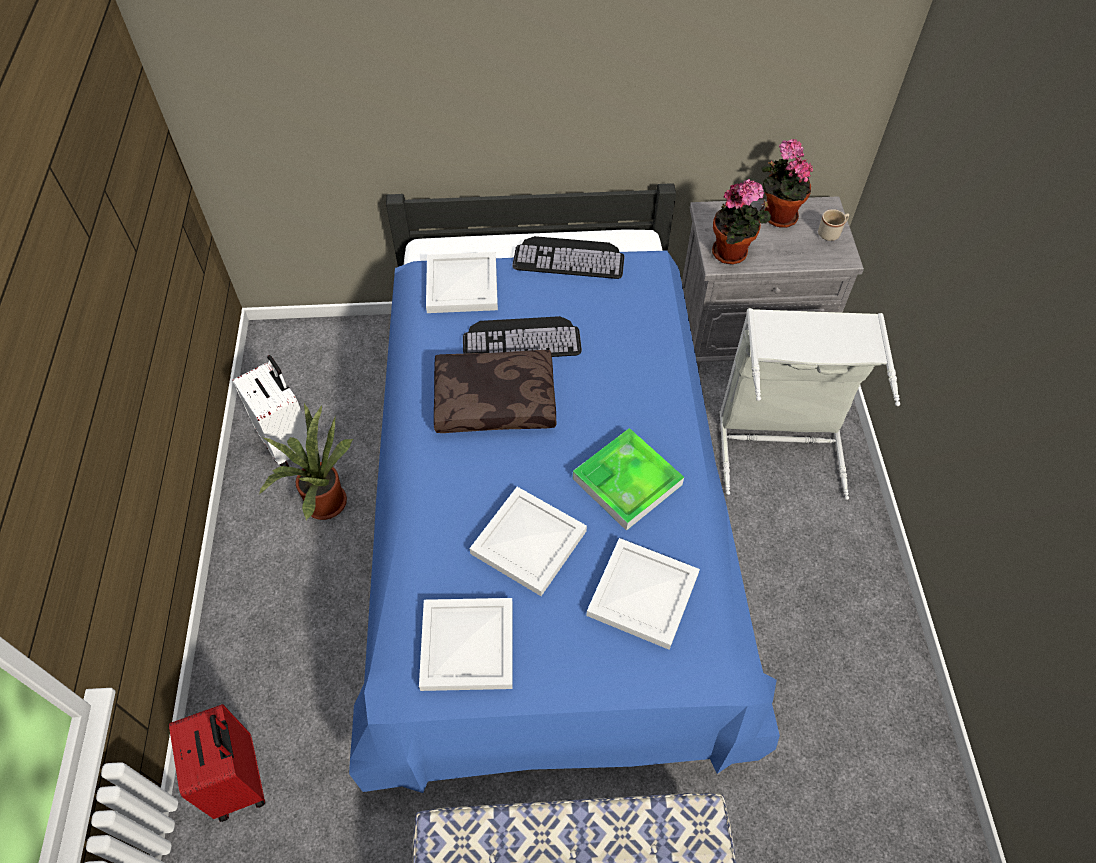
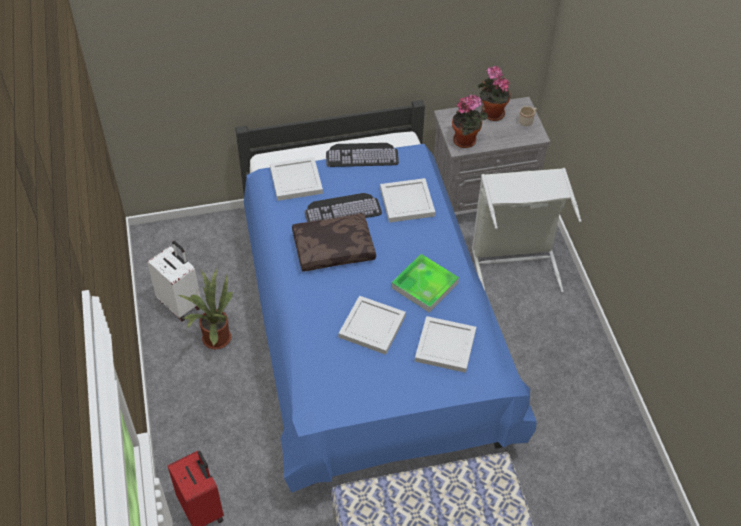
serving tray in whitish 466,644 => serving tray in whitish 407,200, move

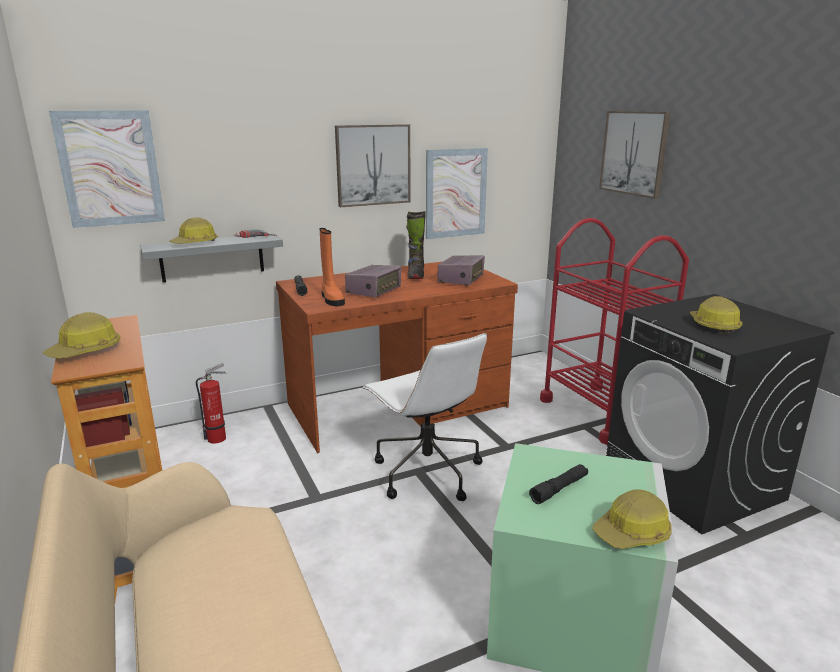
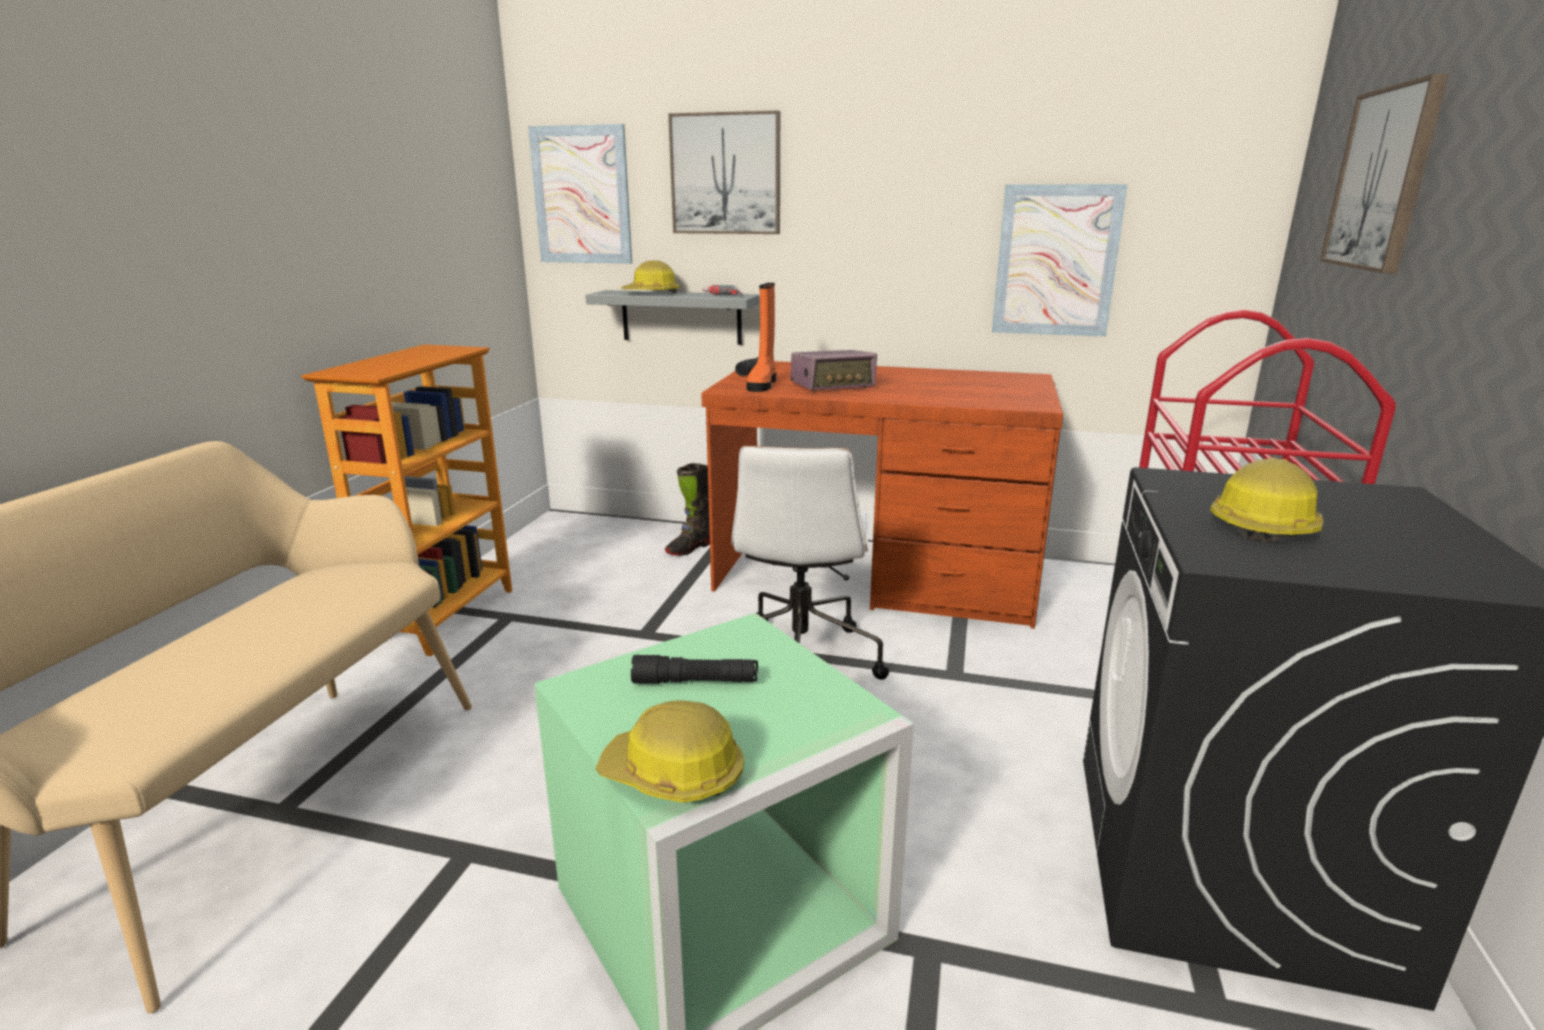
safety helmet 81,335 => nothing
fire-fighting cylinder 211,403 => nothing
radio receiver 461,270 => nothing
picture 373,165 => picture 724,172, move
boot in black-coloured 416,245 => boot in black-coloured 687,509, move

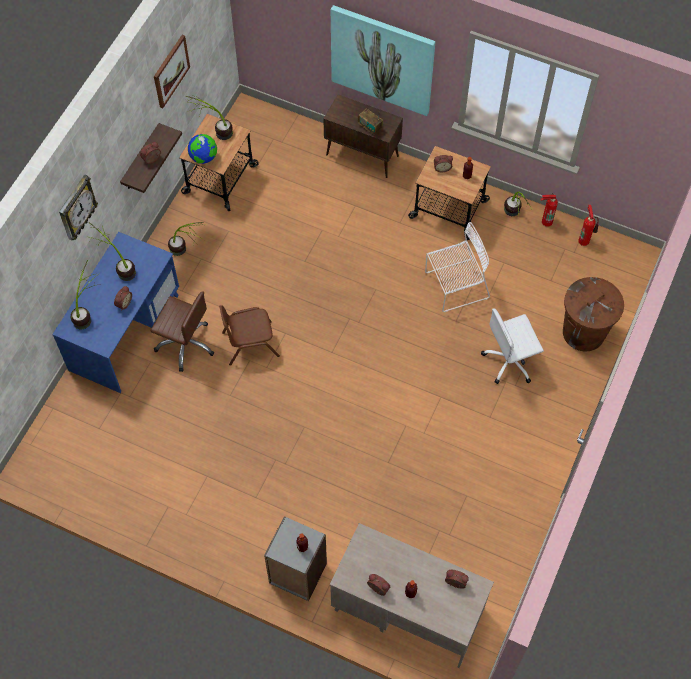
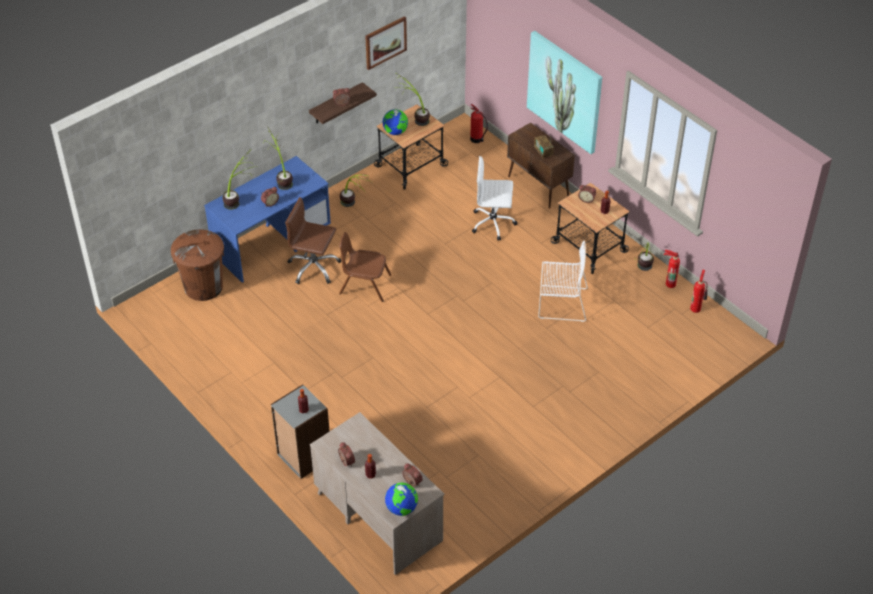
hanging clock 78,207 => nothing
nothing => globe 401,499
nothing => fire-fighting cylinder 479,123
office chair in whitish 512,346 => office chair in whitish 494,198, move
waste bin in brownish 593,314 => waste bin in brownish 197,265, move
office chair in brownish 182,331 => office chair in brownish 313,240, 150 degrees clockwise

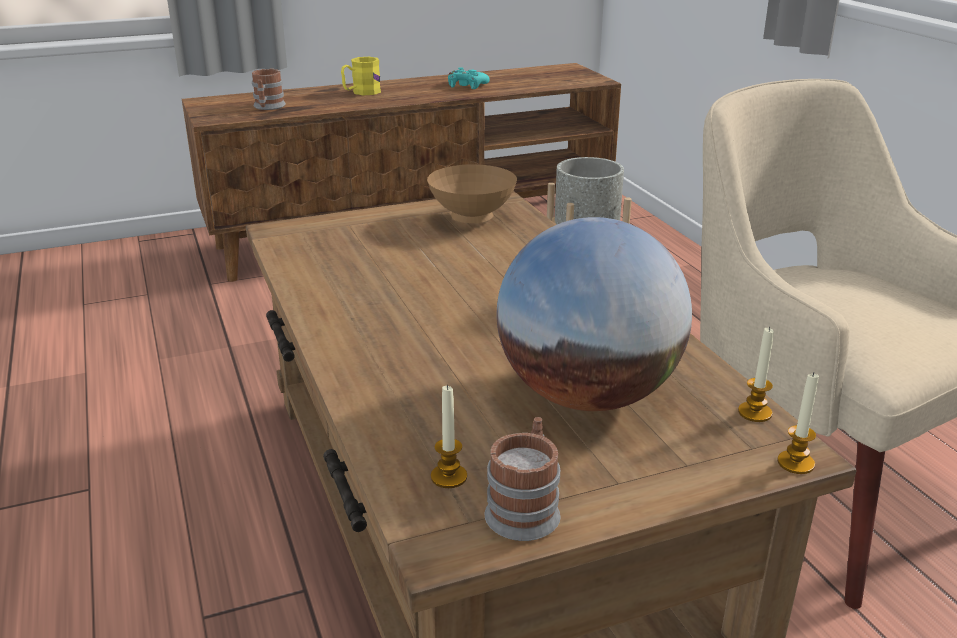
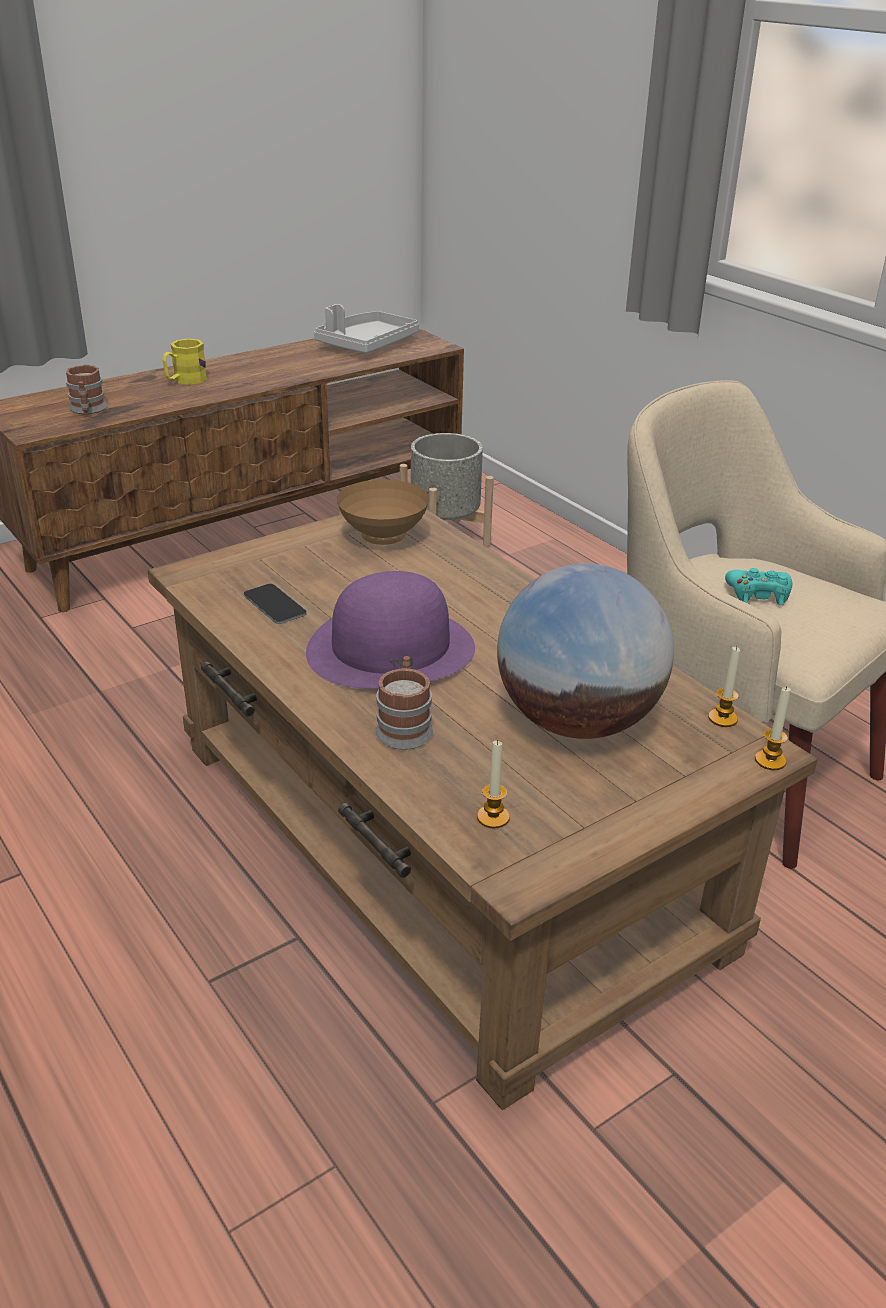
nothing => phone 275,604
nothing => wearable hat in purple-coloured 390,630
nothing => serving tray in gray 366,328
game controller in turquoise 469,78 => game controller in turquoise 758,586, move
tea mug 523,479 => tea mug 404,703, move

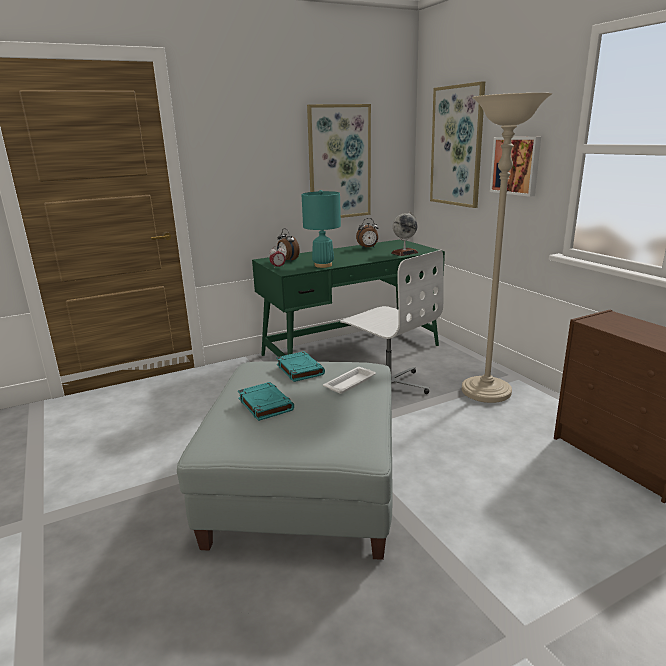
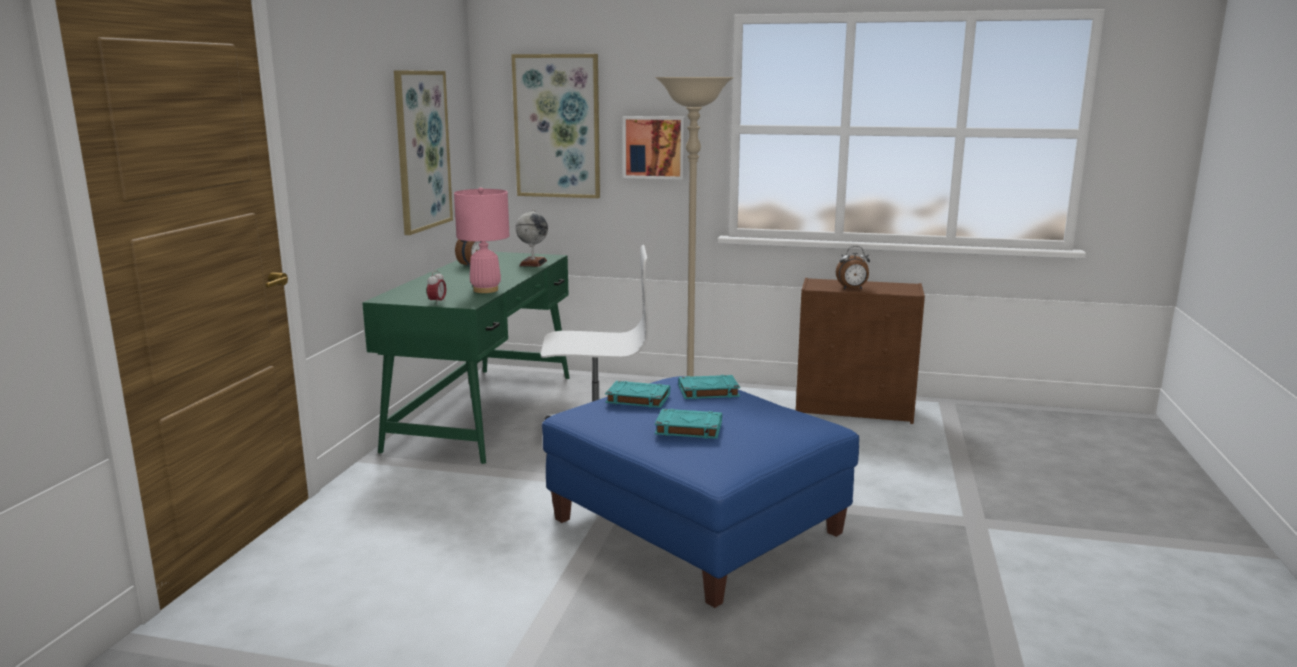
table clock 288,245 => table clock 853,267, move
serving tray in whitish 349,380 => volume in turquoise 709,387
footrest in gray 285,461 => footrest in blue-coloured 700,492
lamp for a table in turquoise 321,229 => lamp for a table in pink 482,240

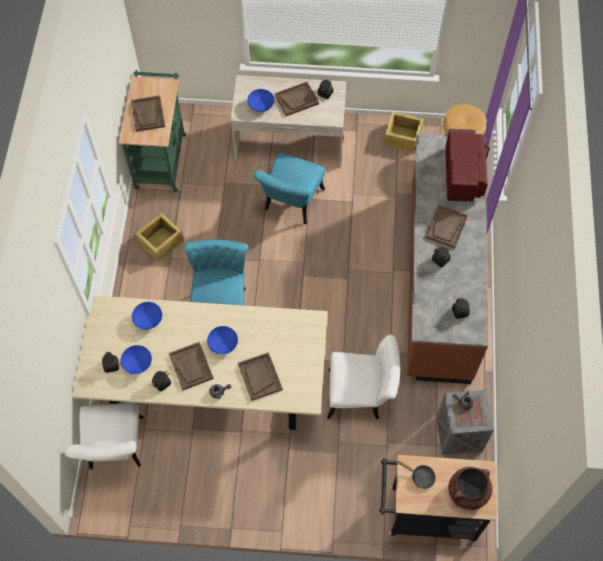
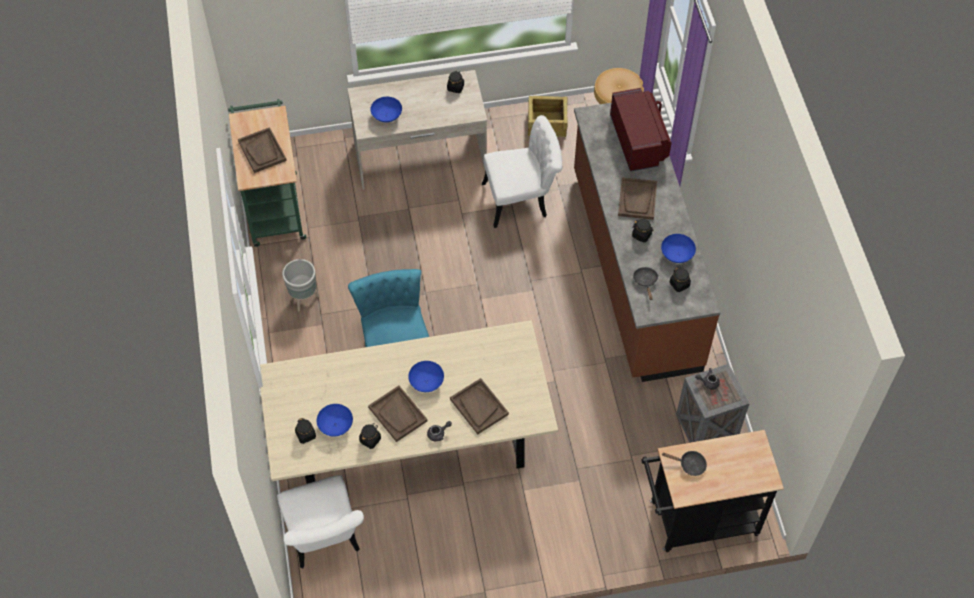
plain chair in turquoise 289,188 => nothing
serving tray in brownish 297,99 => nothing
saucepot in brownish 470,488 => nothing
nothing => frying pan in black-coloured 645,283
bowl in blue-coloured 147,316 => bowl in blue-coloured 678,248, move
plain chair in whitish 363,377 => plain chair in whitish 522,171, move
packing crate 159,237 => planter in gray 300,285

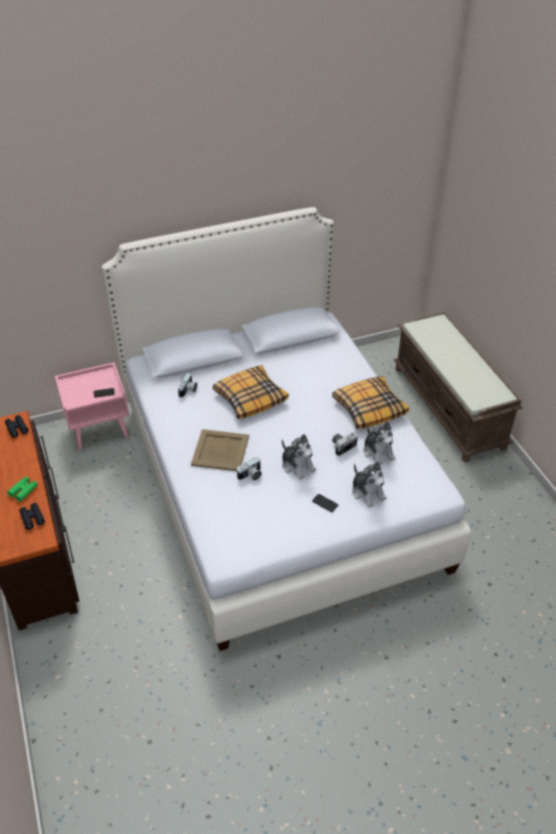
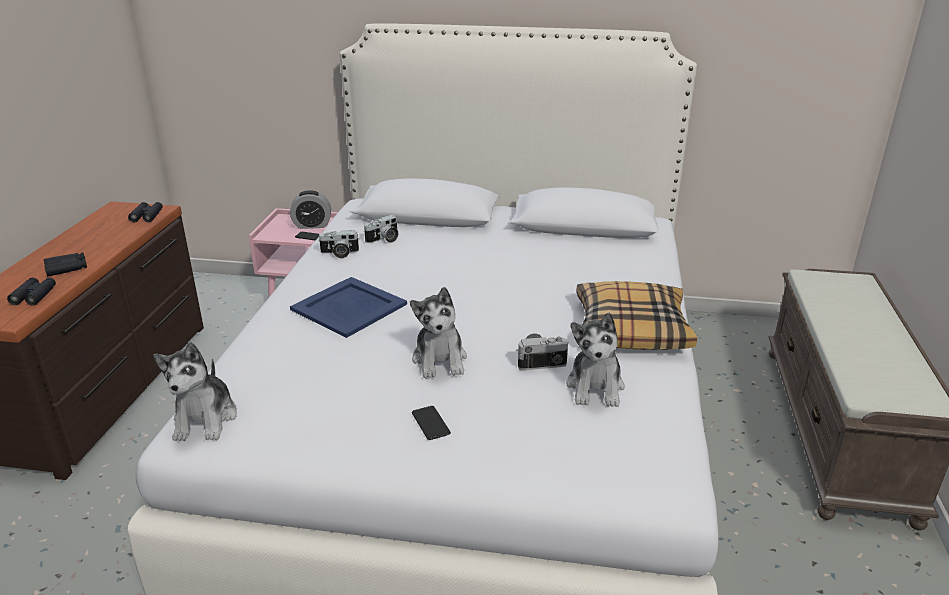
cushion 251,392 => nothing
nothing => table clock 310,209
photo camera 249,468 => photo camera 339,244, move
soft toy 369,484 => soft toy 195,391, move
binoculars in green-coloured 22,489 => binoculars in black-coloured 65,264
serving tray in beige-coloured 220,450 => serving tray in blue-coloured 348,307

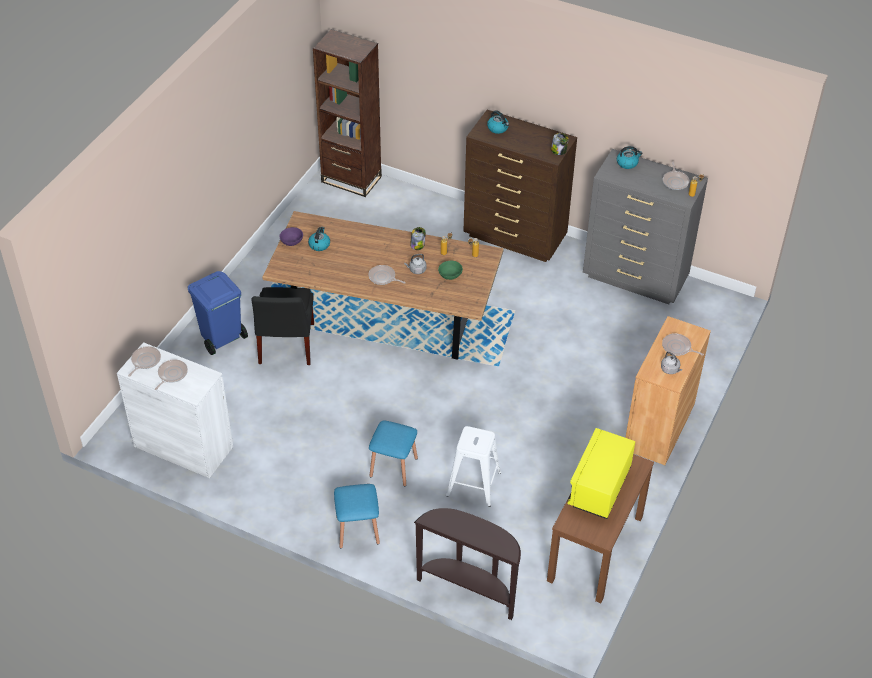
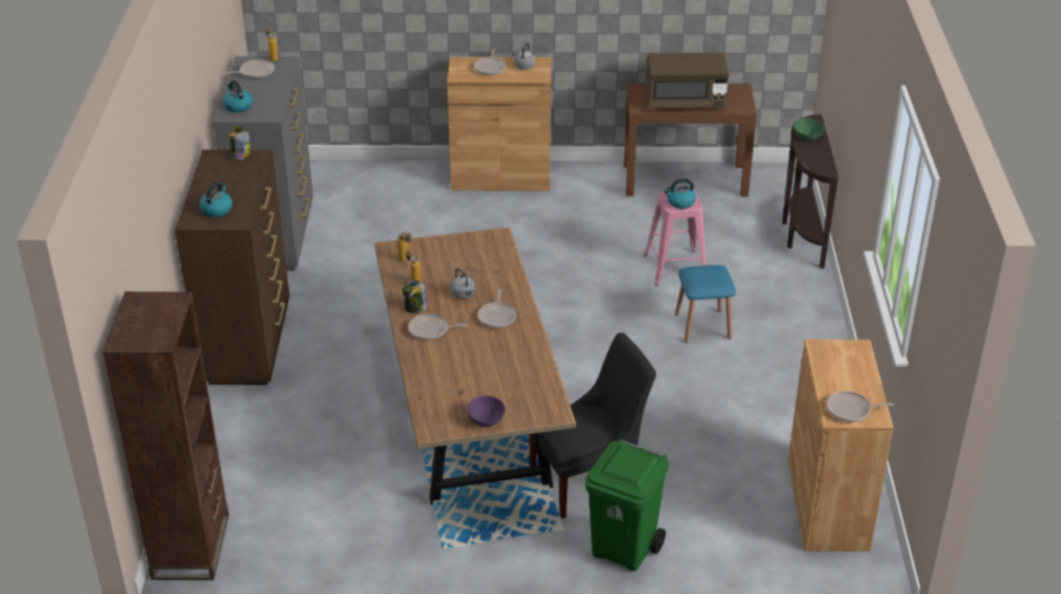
sitting stool in blue-coloured 357,516 => nothing
frying pan 171,374 => frying pan 438,327, move
tea kettle 319,239 => tea kettle 680,194, move
bowl in green-coloured 450,270 => bowl in green-coloured 808,129, move
cabinet in whitish 175,410 => cabinet in brownish 840,445
waste bin in blue-coloured 218,313 => waste bin in green-coloured 627,505
sitting stool in whitish 474,466 => sitting stool in pink 675,238
kitchen microwave in yellow 601,473 => kitchen microwave in brownish 687,81

